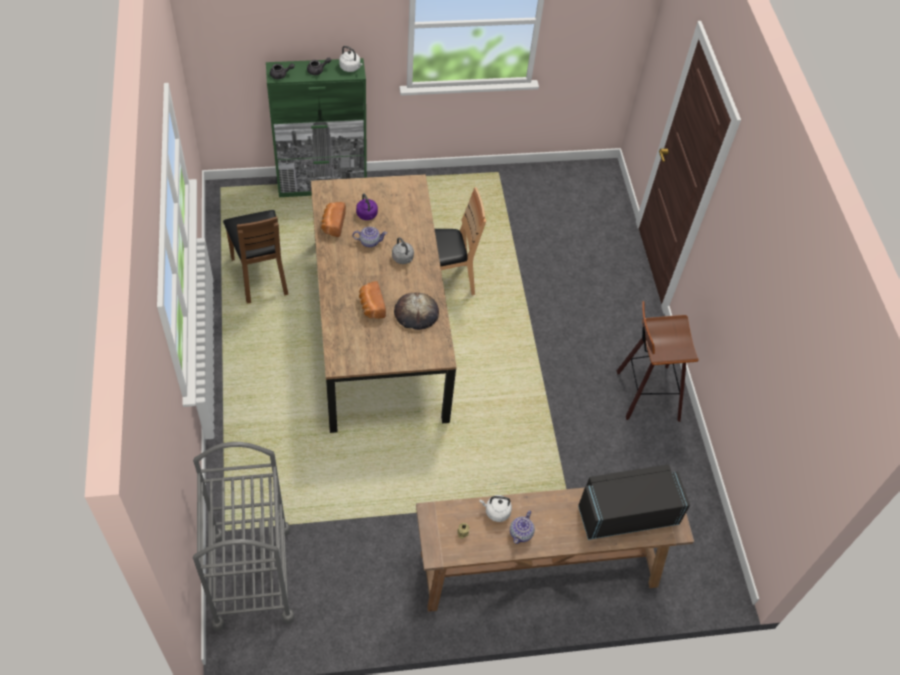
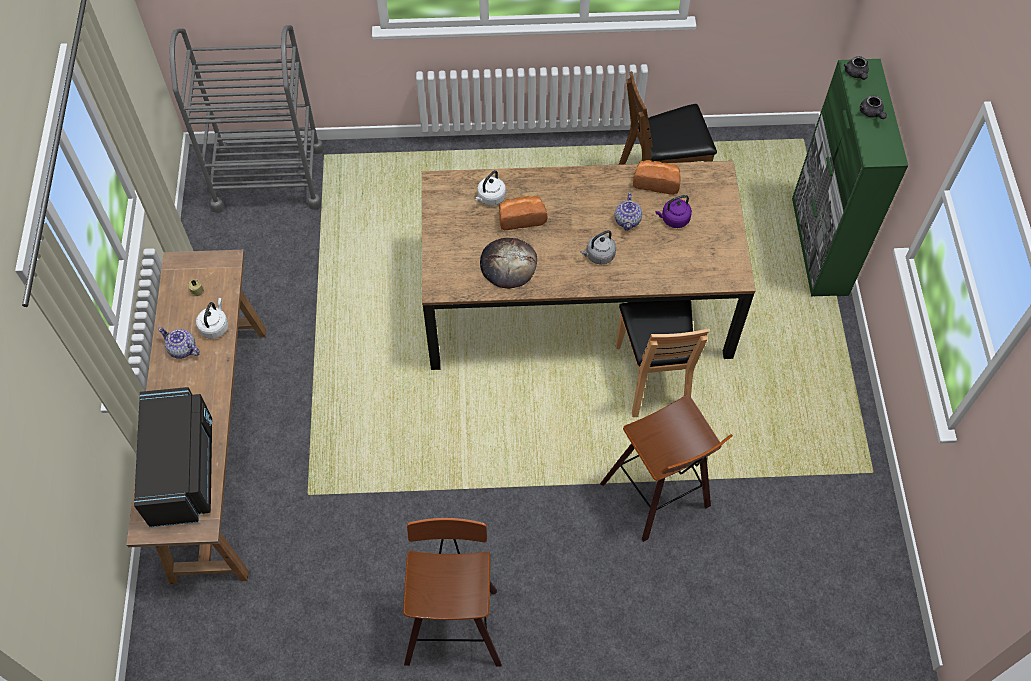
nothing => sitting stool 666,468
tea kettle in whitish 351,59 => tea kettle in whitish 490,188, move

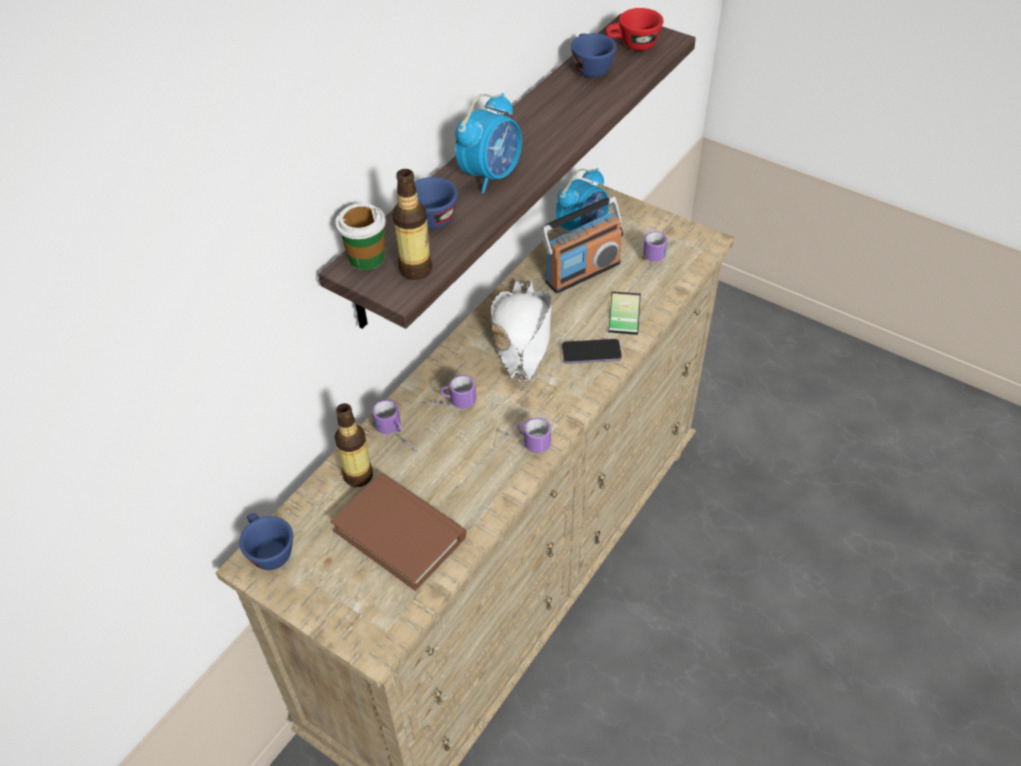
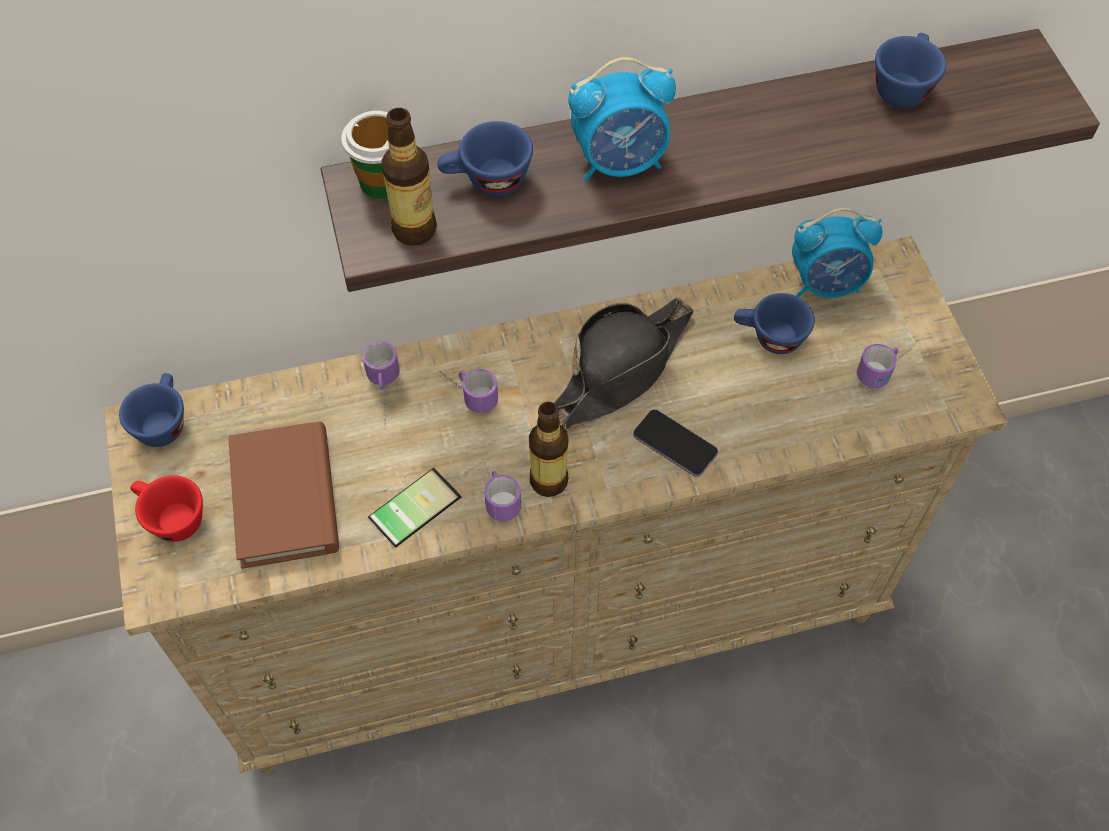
bottle 353,445 => bottle 549,449, move
phone 622,313 => phone 414,508, move
cup in red 634,29 => cup in red 166,508, move
radio receiver 582,244 => cup in blue-coloured 774,323
wearable hat in whitish 521,330 => wearable hat in black-coloured 624,363

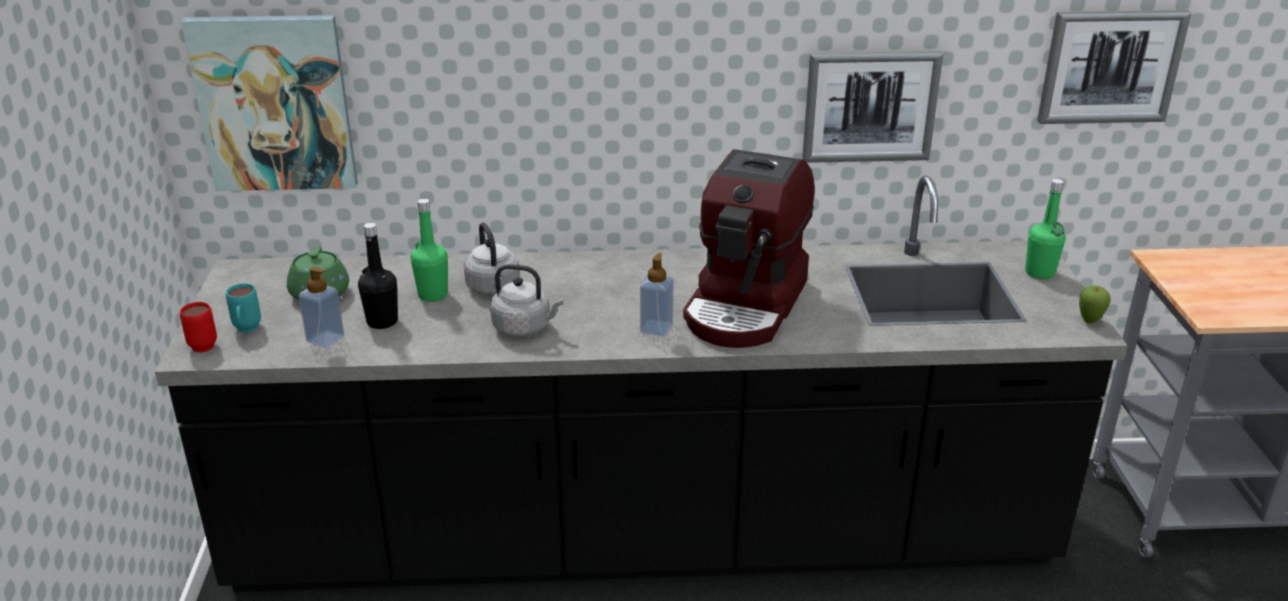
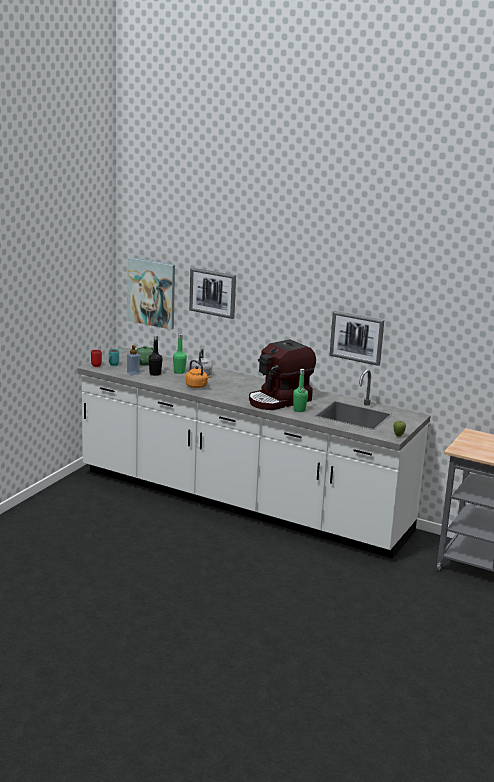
liquid soap bottle 657,295 => nothing
bottle in green-coloured 1045,229 => bottle in green-coloured 300,390, move
picture 1114,67 => picture 212,293, move
kitchen base unit in black-coloured 641,384 => kitchen base unit in whitish 254,453
tea kettle in gray 527,300 => tea kettle in orangey 197,374

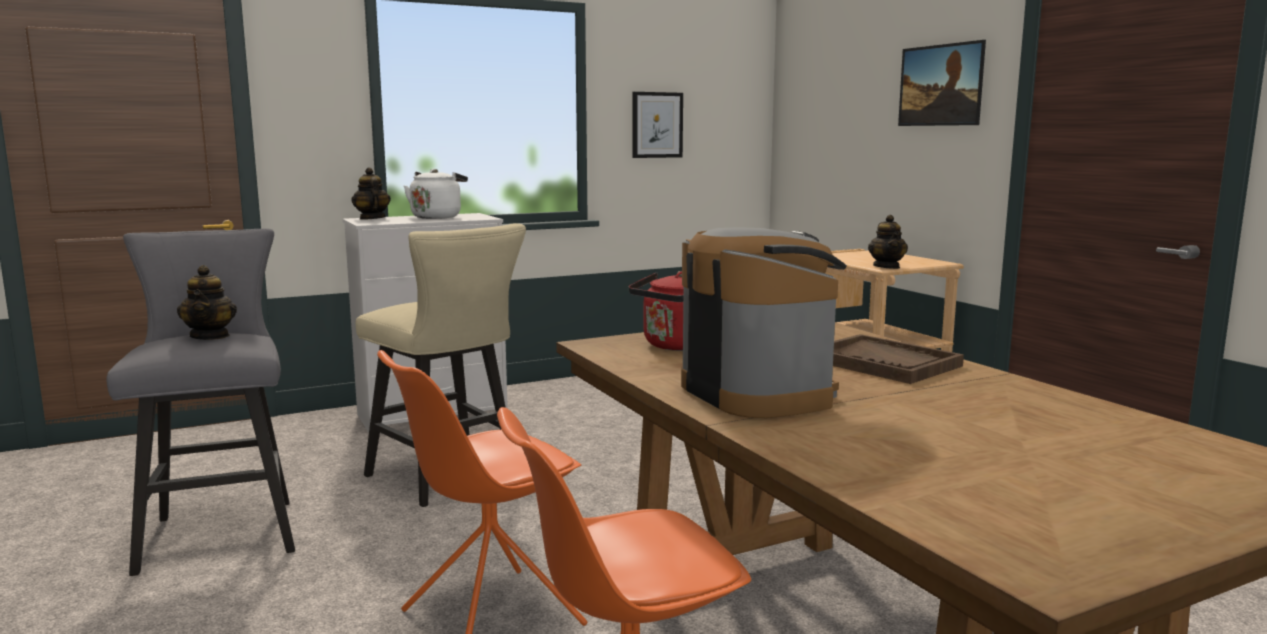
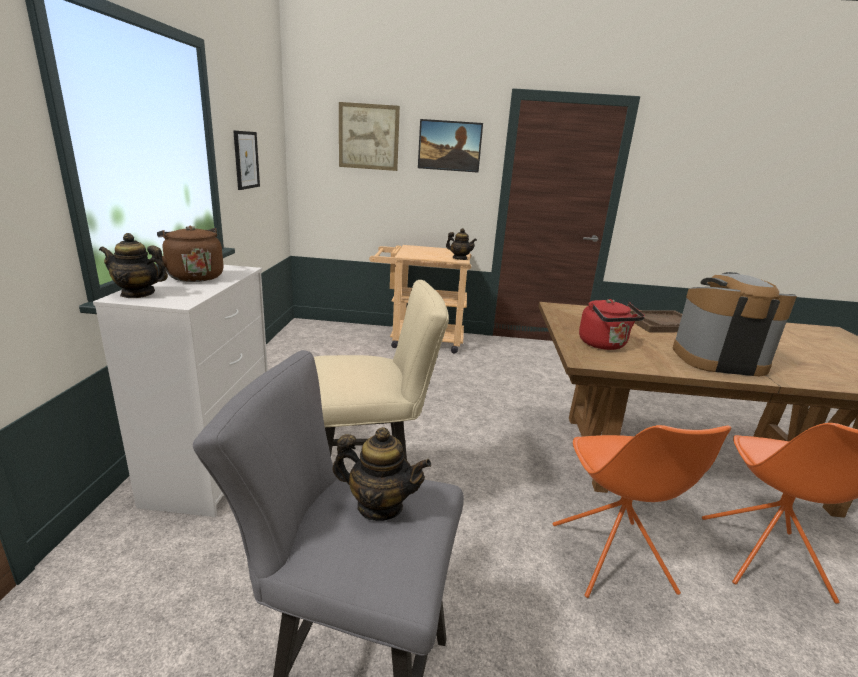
nothing => picture 369,136
tea kettle in whitish 436,194 => tea kettle in brownish 190,254

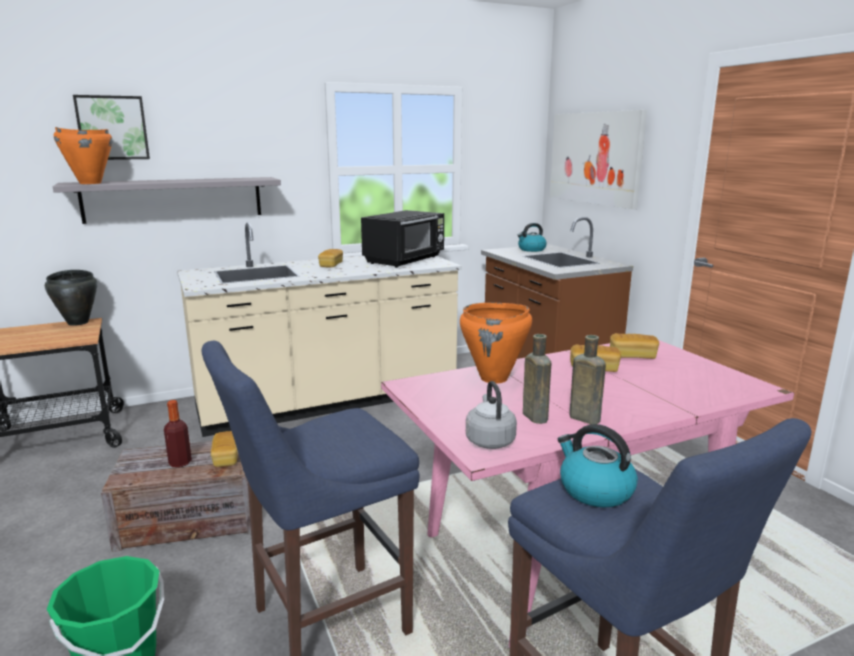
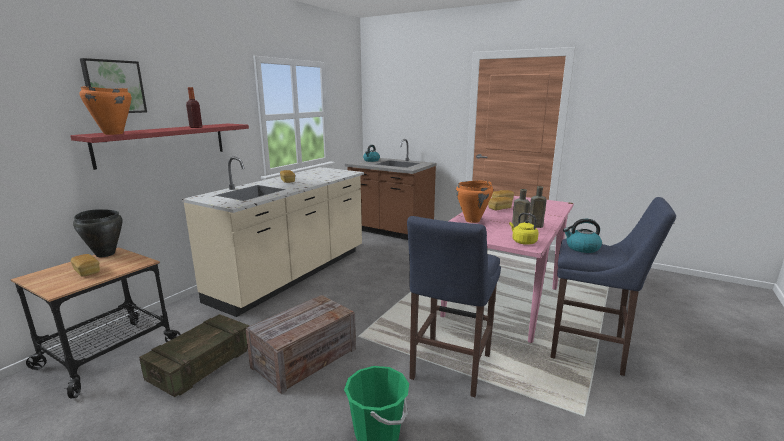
kitchen microwave in black-coloured 402,239 => nothing
picture 598,159 => nothing
nothing => packing crate 194,355
bottle 178,434 => bottle 194,107, move
bakery bread 224,449 => bakery bread 85,265, move
wall shelf in gray 167,200 => wall shelf in red 159,146
tea kettle in gray 491,415 => tea kettle in yellow 524,229

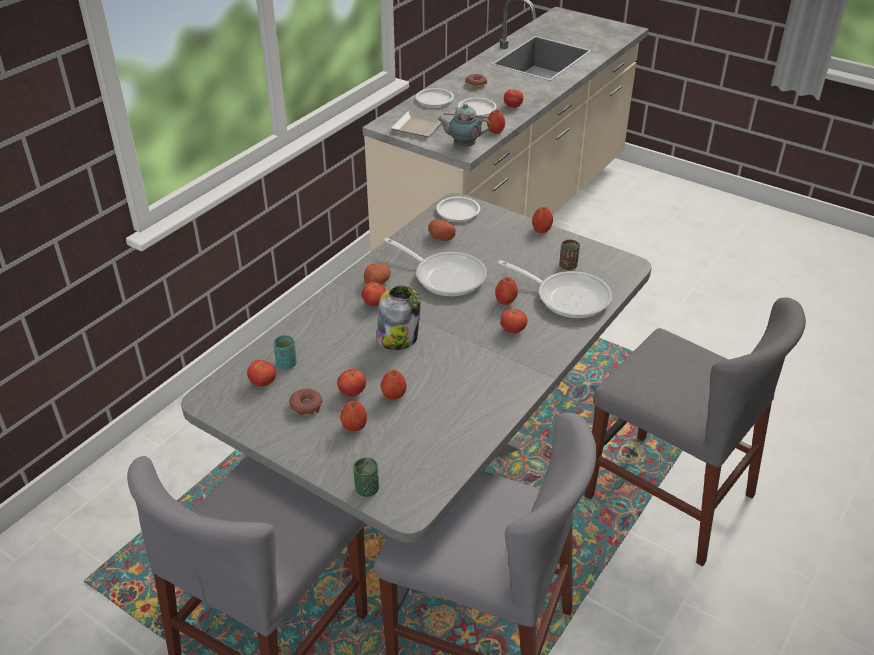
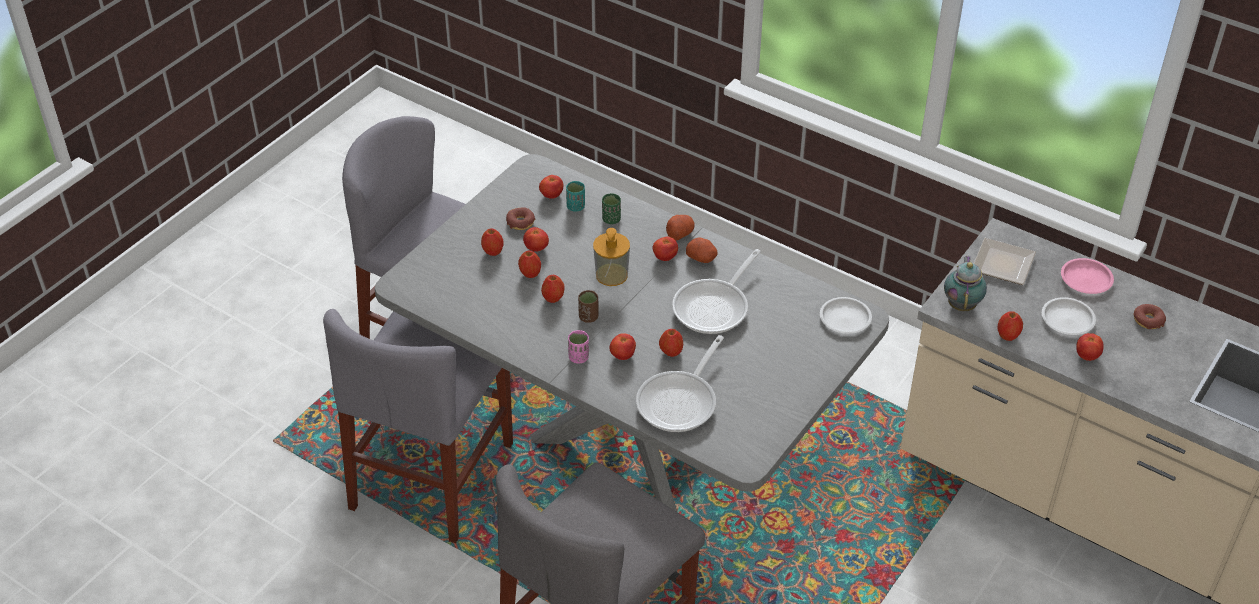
nothing => cup in pink 578,347
cup in green-coloured 366,477 => cup in green-coloured 611,208, move
spud 442,230 => spud 680,227, move
whole apple 542,220 => whole apple 553,289, move
cup in brownish 569,255 => cup in brownish 588,306, move
jar 399,318 => liquid soap bottle 611,257
dinner plate in whitish 435,97 => dinner plate in pink 1087,276

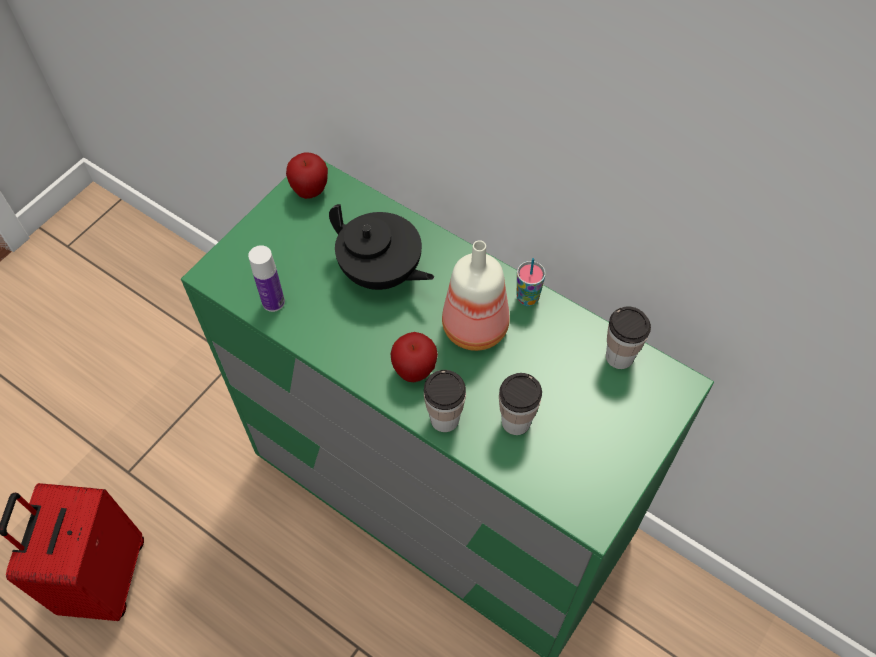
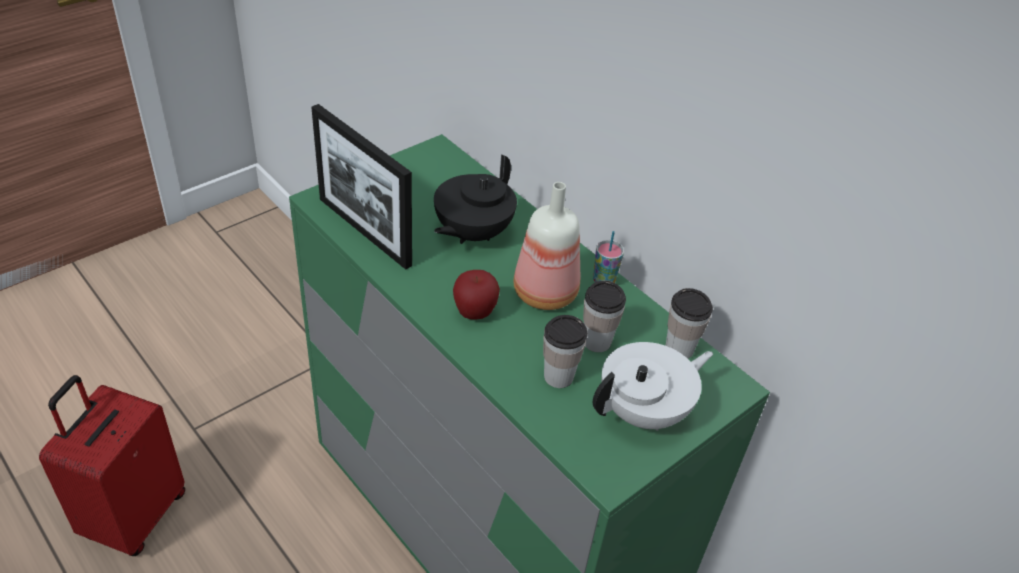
whole apple 307,175 => nothing
nothing => tea pot in whitish 653,386
cup 445,401 => cup 604,316, move
bottle 266,278 => picture frame 361,187
tea pot in black-coloured 381,247 => tea pot in black-coloured 475,199, 75 degrees clockwise

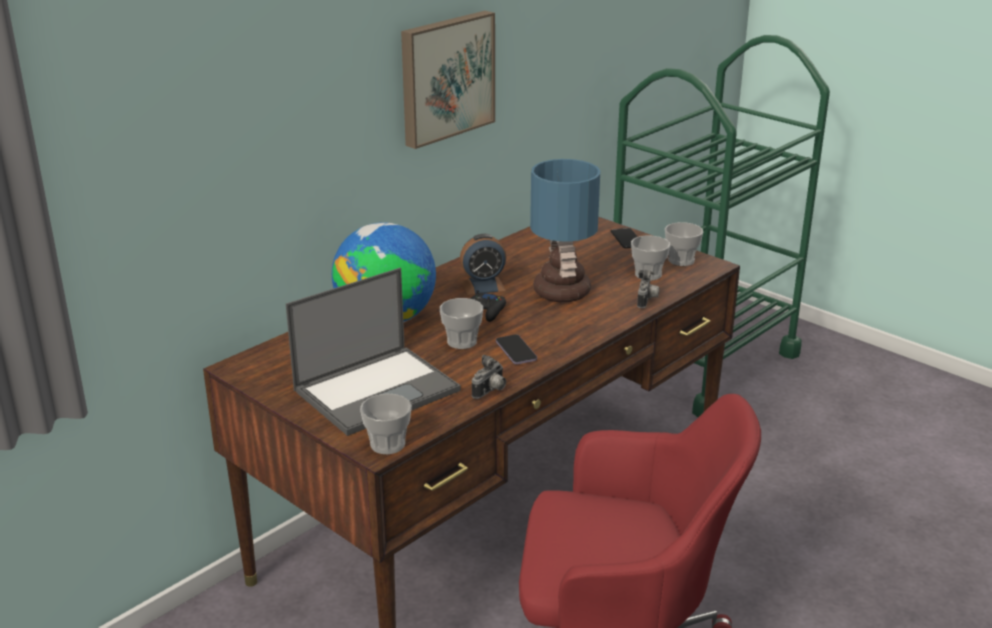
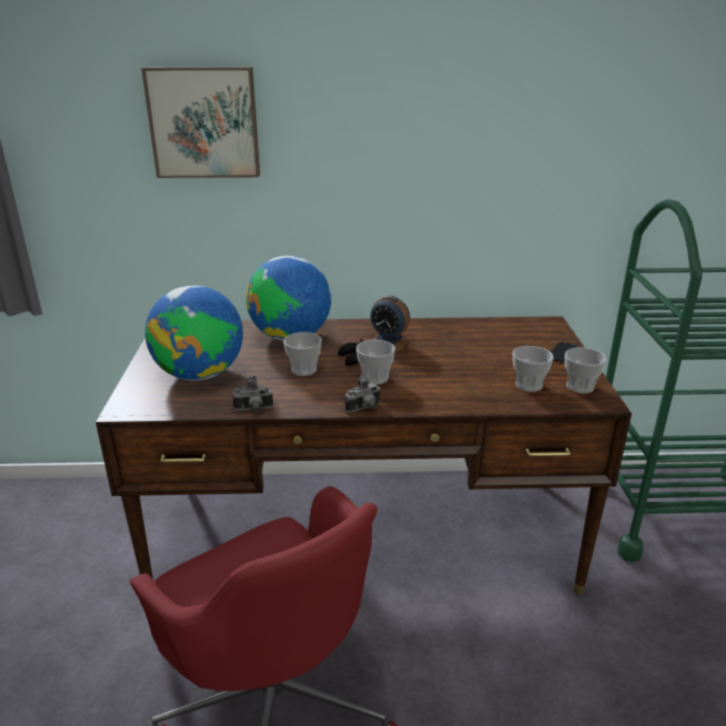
phone 516,349 => nothing
lamp for a table 565,230 => nothing
cup 386,423 => cup 375,362, move
picture 448,80 => picture 200,122, move
photo camera 648,289 => photo camera 363,393, move
laptop 373,352 => globe 194,333

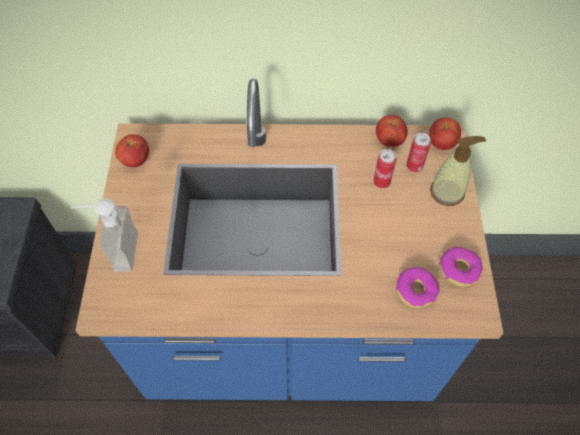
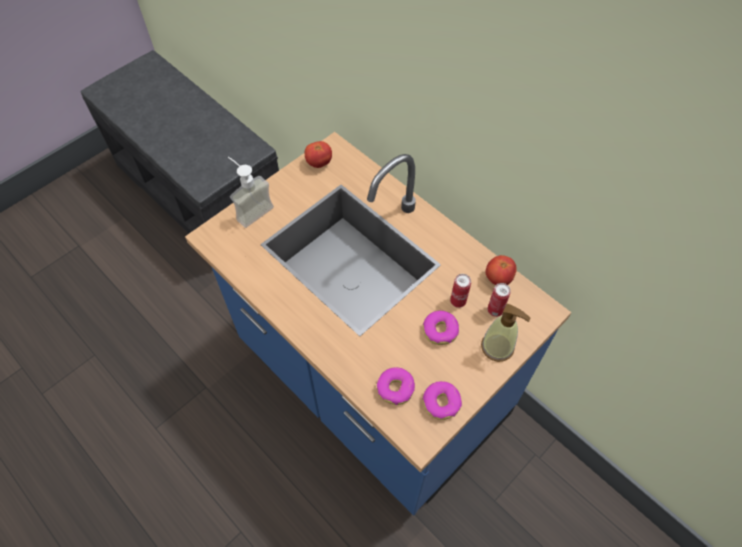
tomato 445,134 => nothing
nothing => donut 441,328

